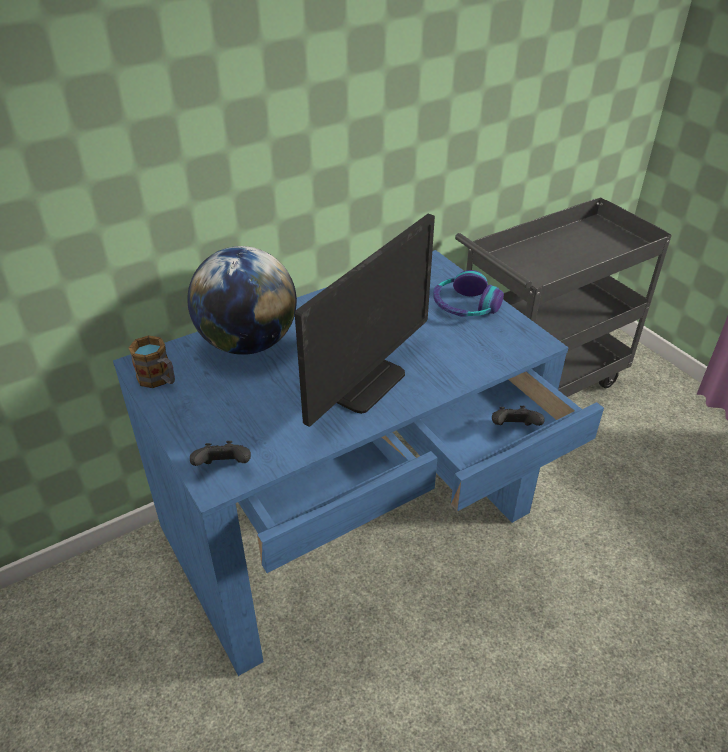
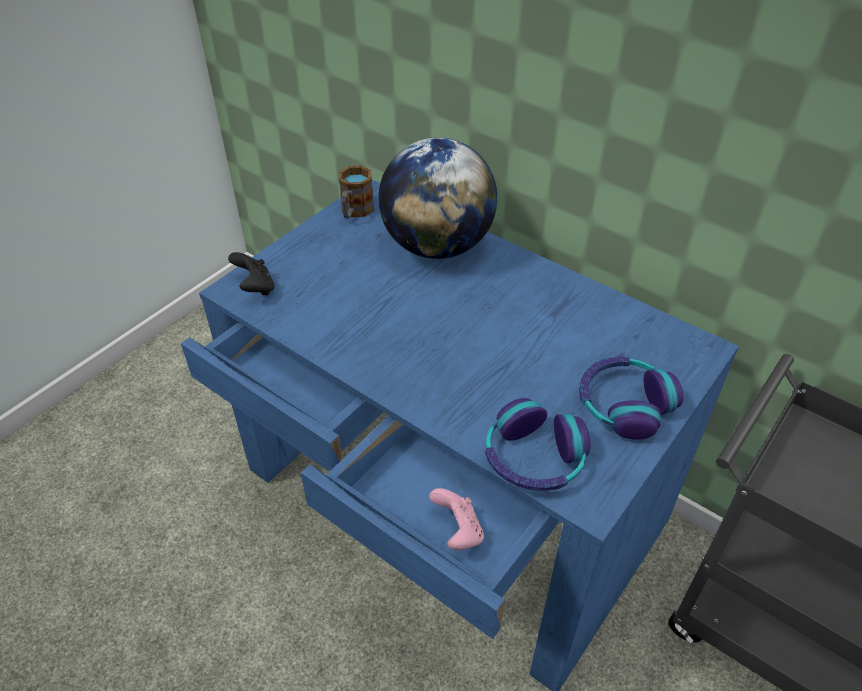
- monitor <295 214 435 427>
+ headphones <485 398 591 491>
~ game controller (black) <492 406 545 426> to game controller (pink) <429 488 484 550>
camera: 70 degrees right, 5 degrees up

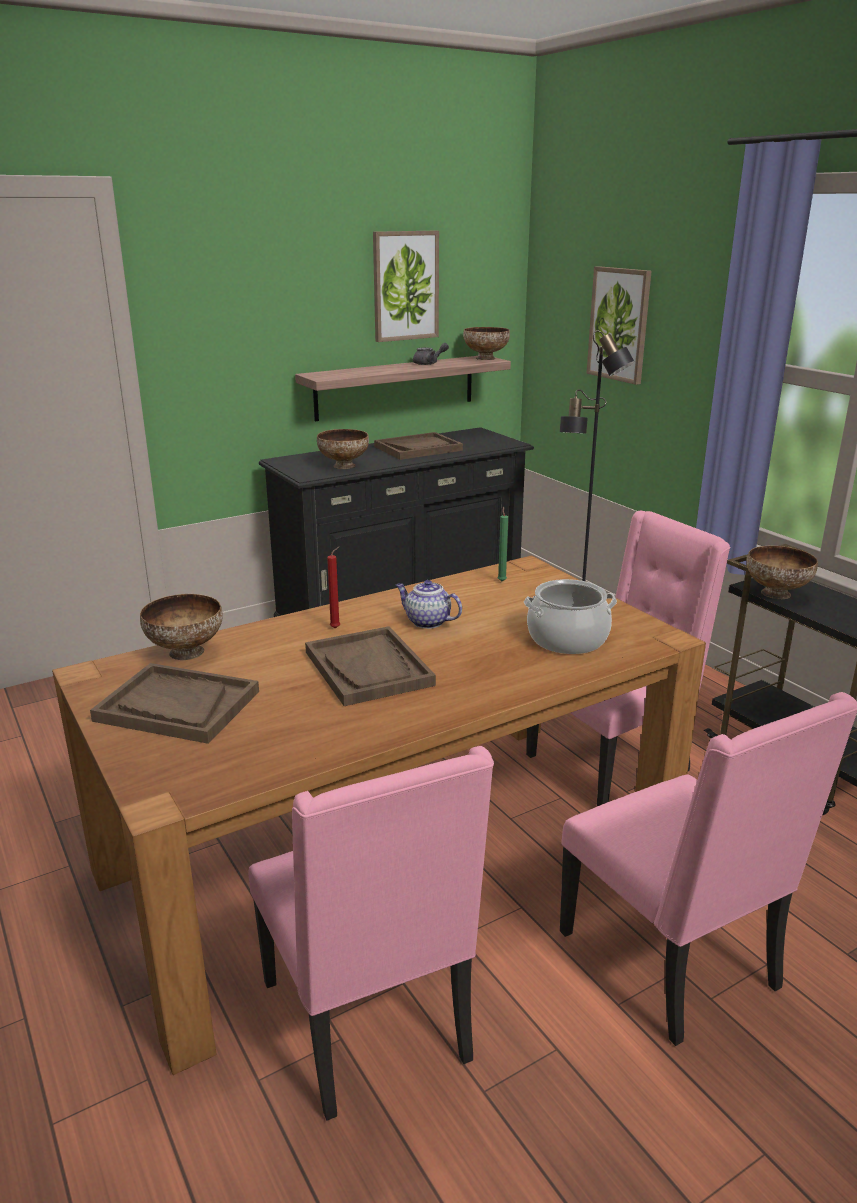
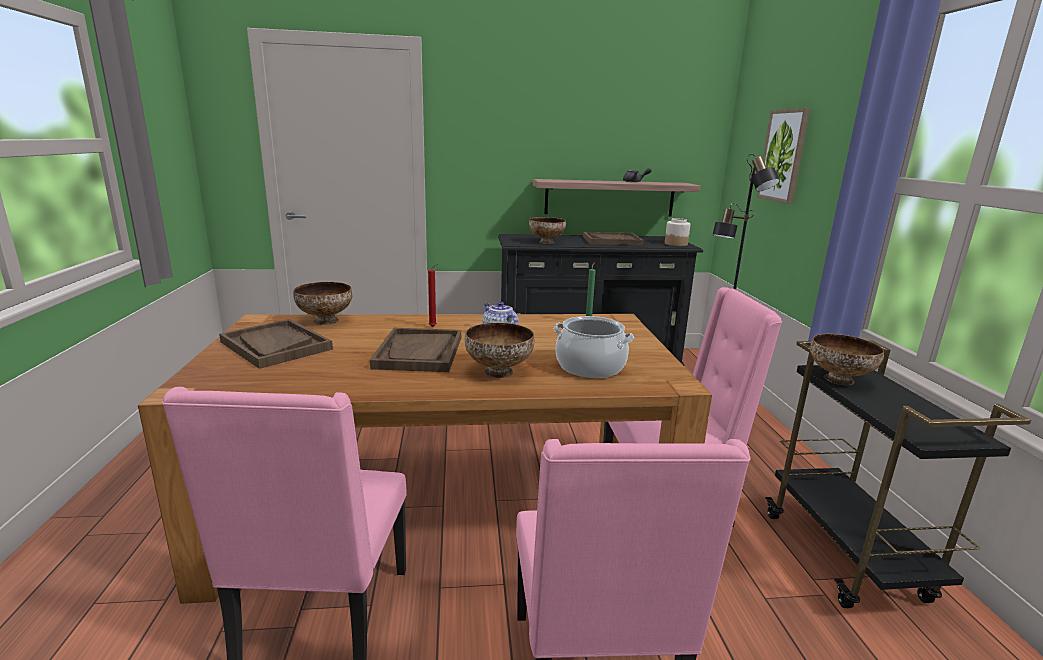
- picture <373 231 439 342>
+ jar <665 218 690 246>
~ bowl <463 327 510 360> to <465 323 535 378>
camera: 25 degrees right, 5 degrees down

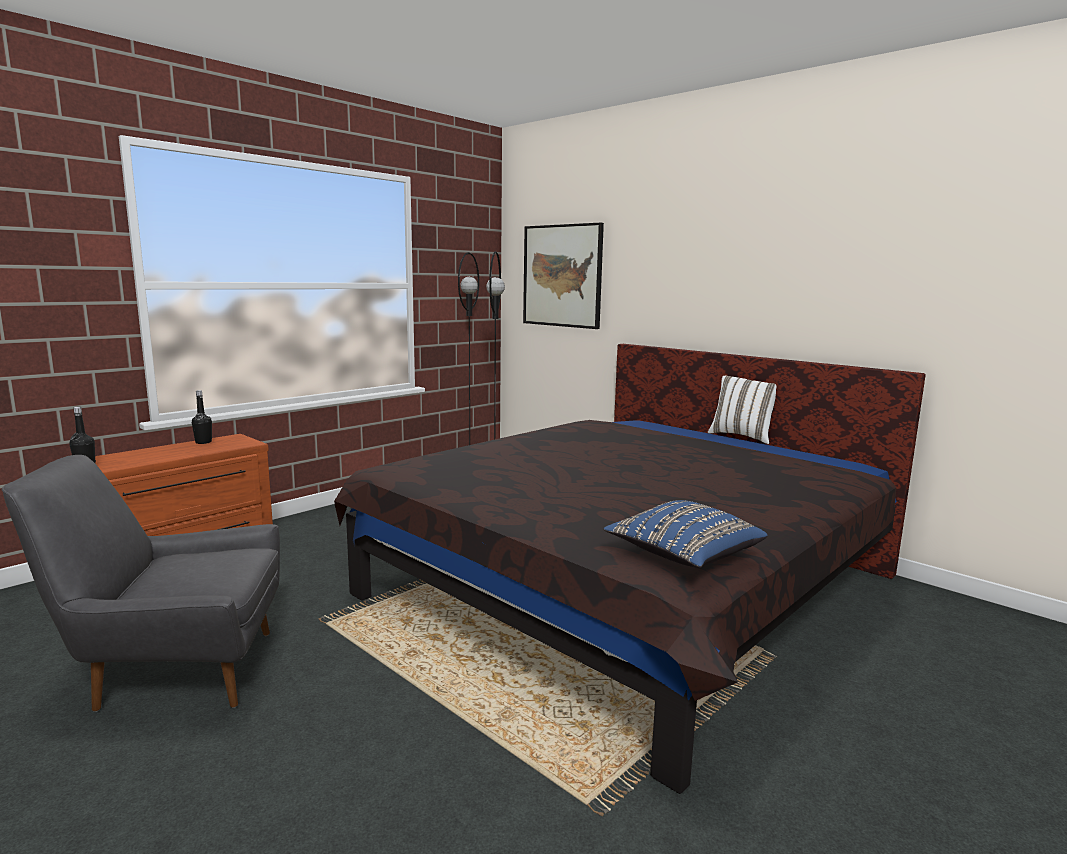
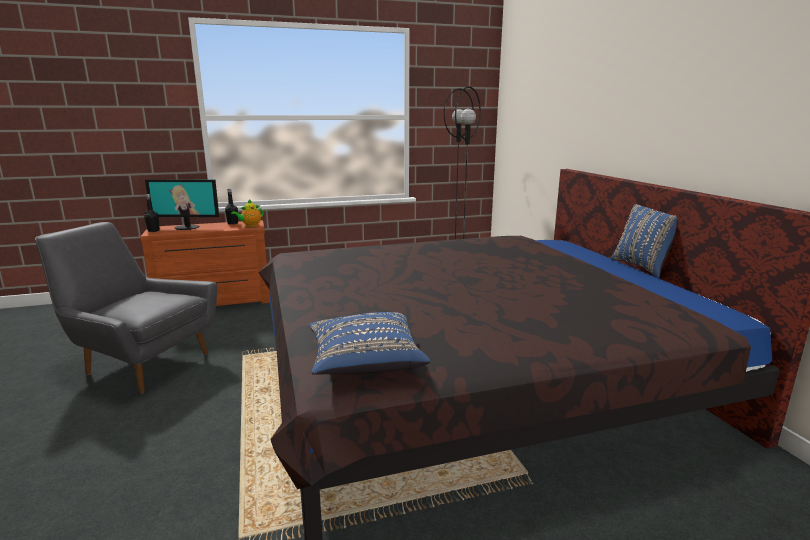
- picture <523 223 604 329>
+ monitor <145 179 219 230>
+ teapot <231 199 263 227>
~ pillow (white) <708 375 776 444> to pillow (blue) <611 204 677 278>
camera: 30 degrees right, 5 degrees up

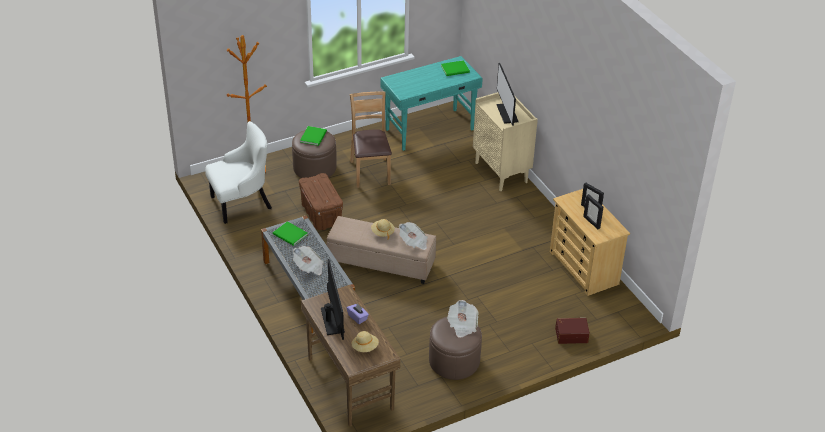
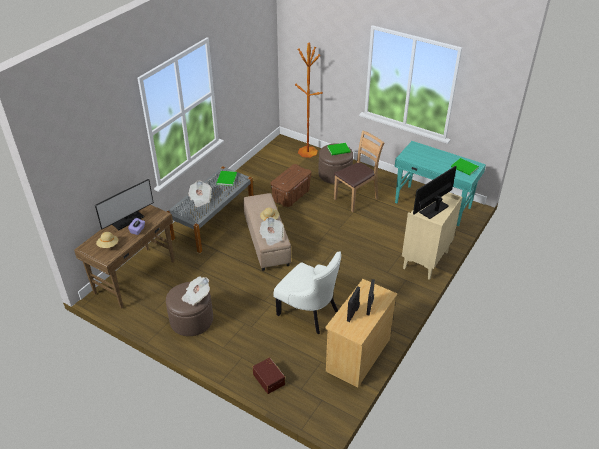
~ chair (white) <205 121 272 224> to <273 251 341 334>
camera: 60 degrees right, 0 degrees up

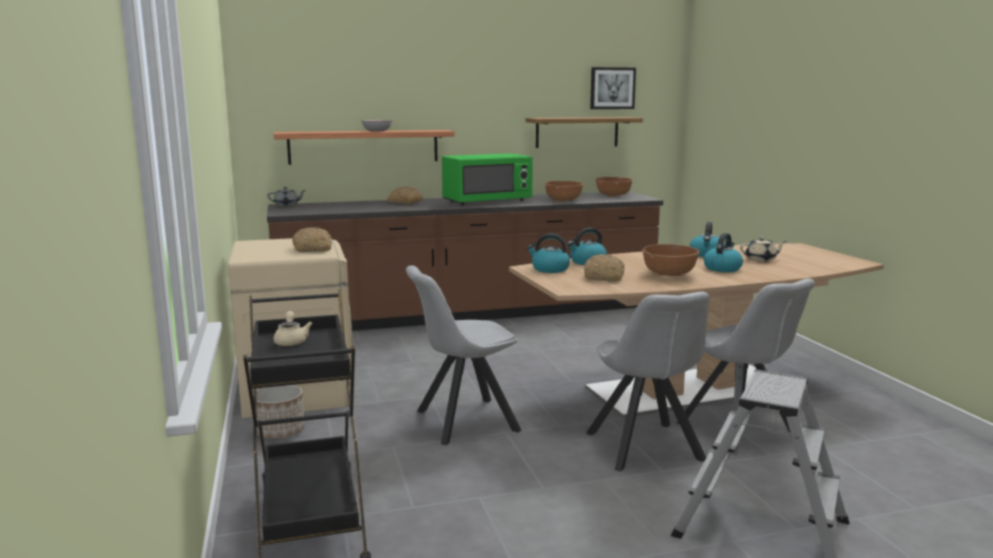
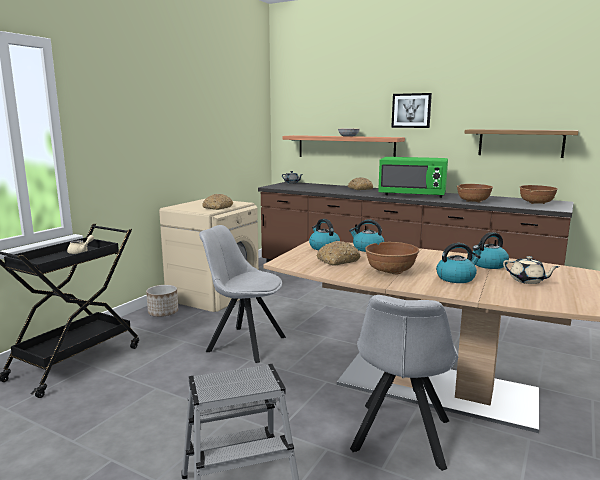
- chair (grey) <586 292 709 472>
~ picture <590 67 636 109> to <391 93 432 128>
camera: 45 degrees right, 0 degrees up

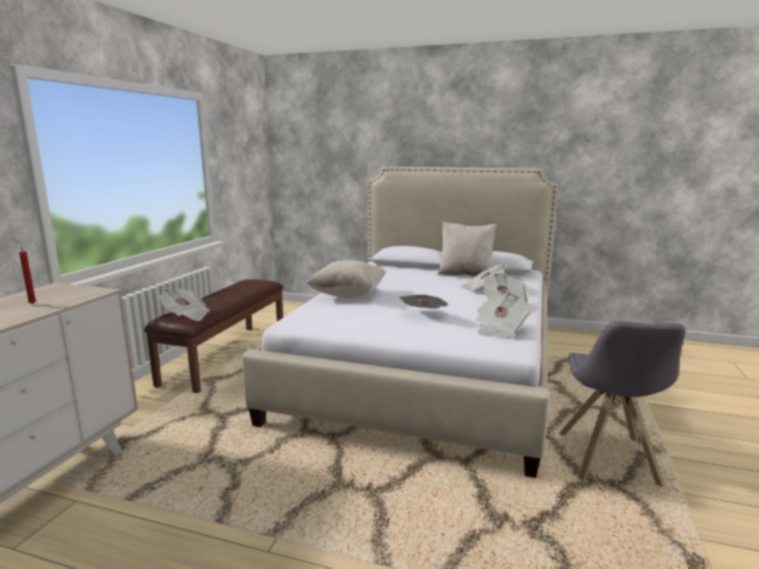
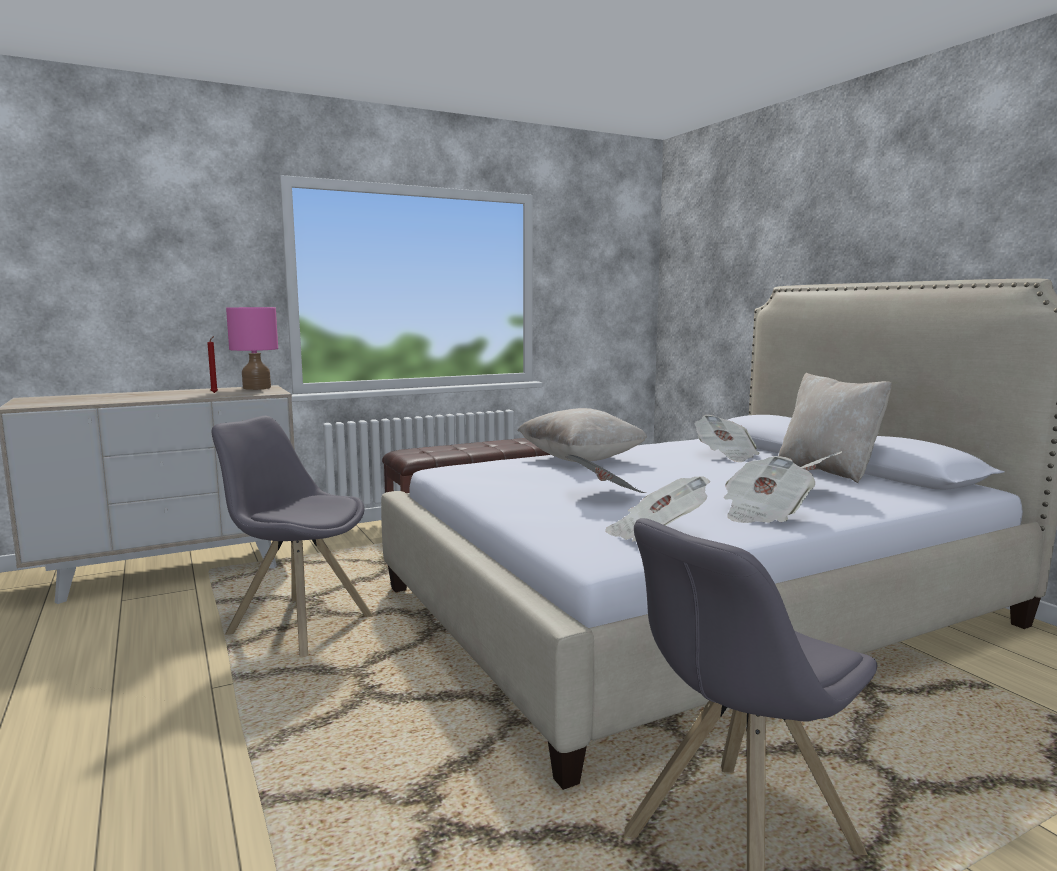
+ chair (grey) <212 416 373 657>
+ table lamp (pink) <226 307 278 390>
~ newspaper <159 288 210 321> to <695 415 760 462>
camera: 45 degrees right, 5 degrees down

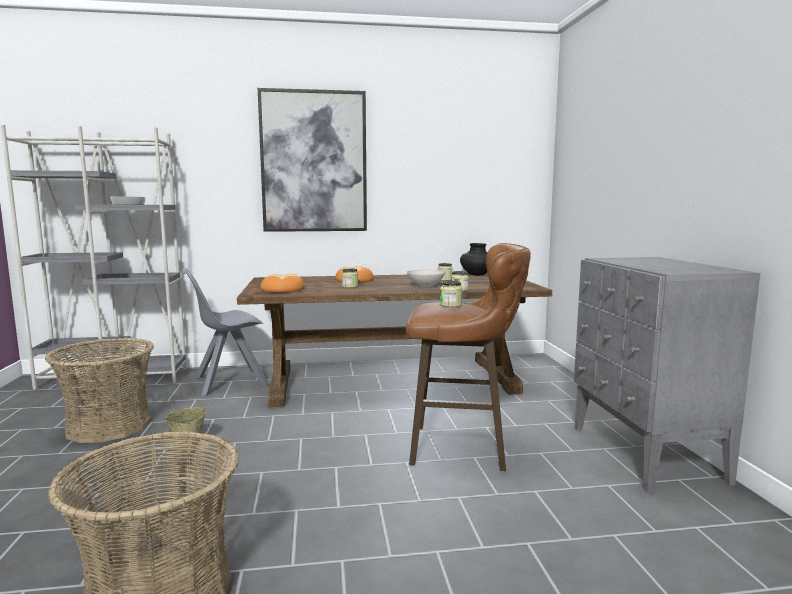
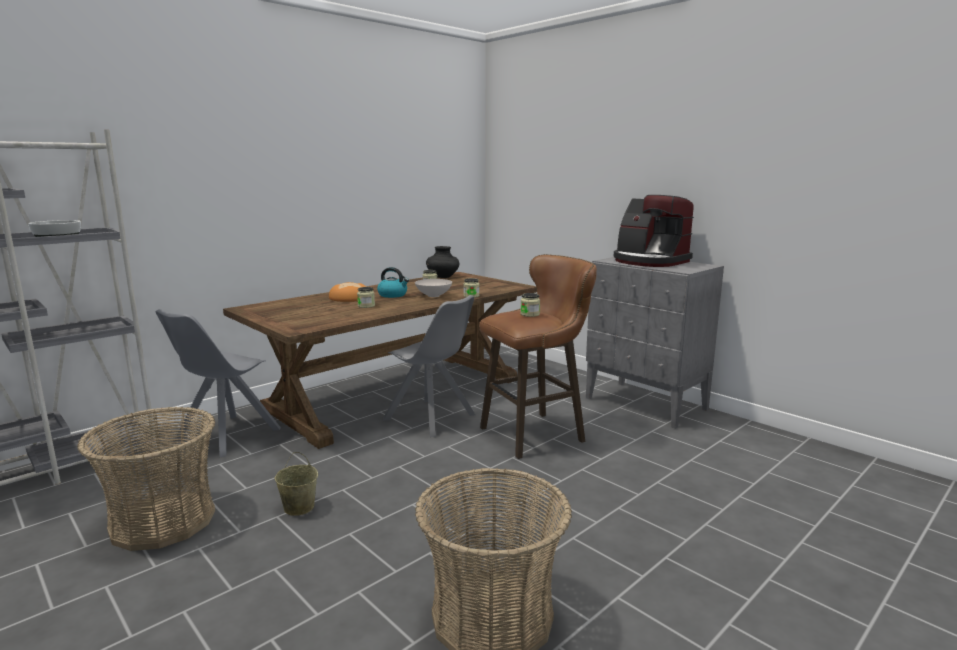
- picture <258 88 367 232>
- bread <260 274 305 292>
+ kettle <377 267 409 298>
+ chair (grey) <383 295 476 437>
+ coffee machine <614 195 694 267>
camera: 35 degrees left, 5 degrees up

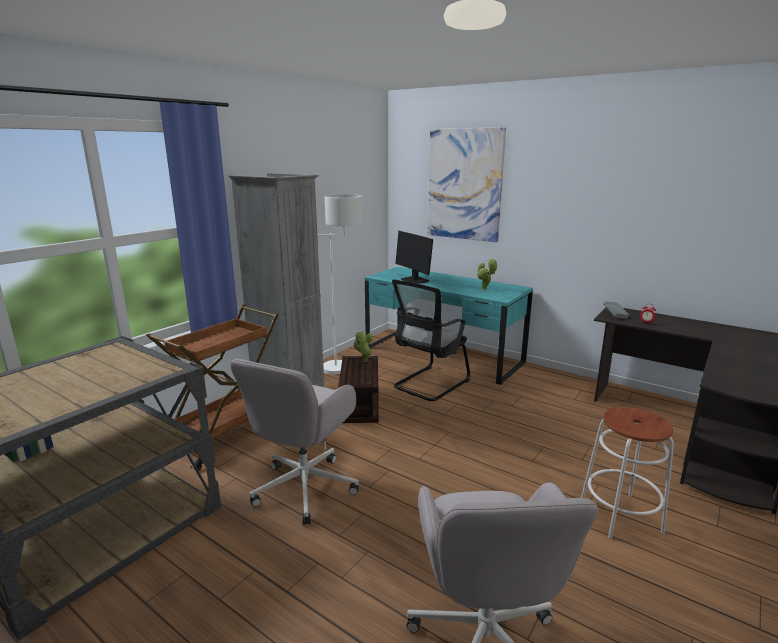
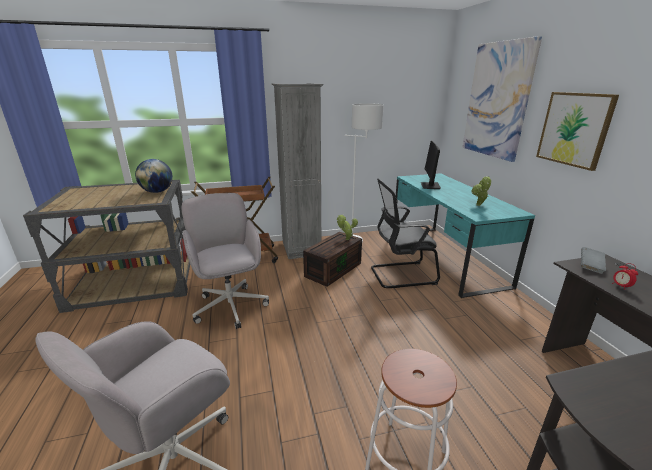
+ globe <135 159 173 193>
+ picture <536 92 619 171>
~ office chair (grey) <230 359 359 525> = <182 193 269 329> 90 degrees clockwise
camera: 40 degrees right, 5 degrees up

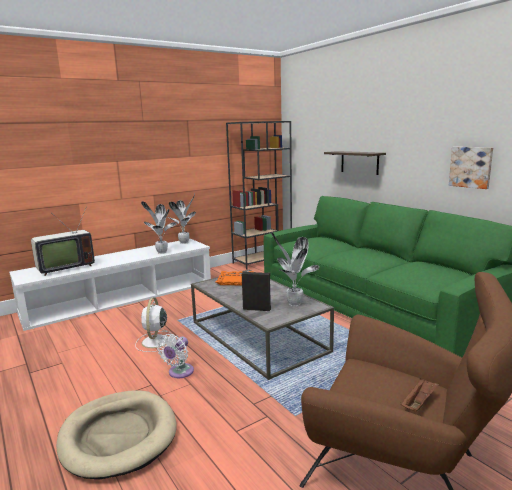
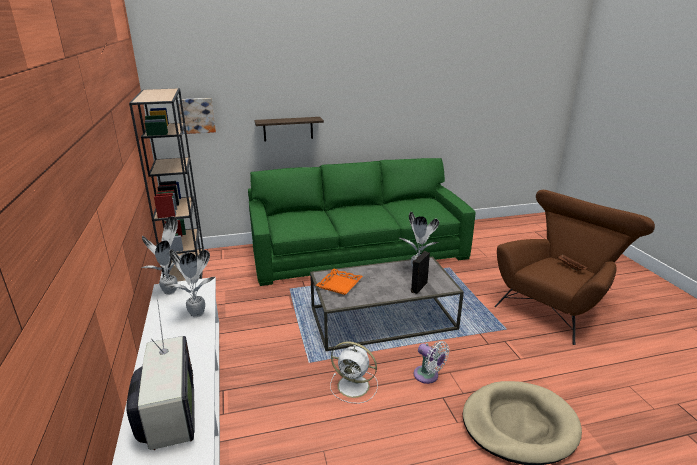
~ picture <449 147 493 189> to <178 98 216 134>
camera: 70 degrees left, 10 degrees up

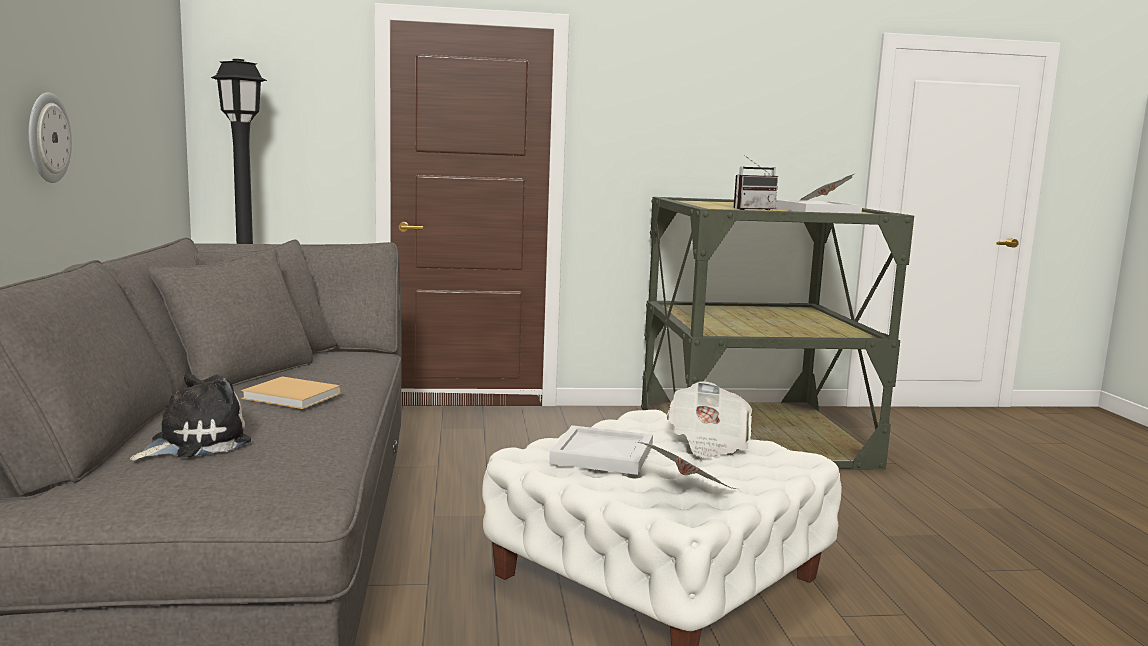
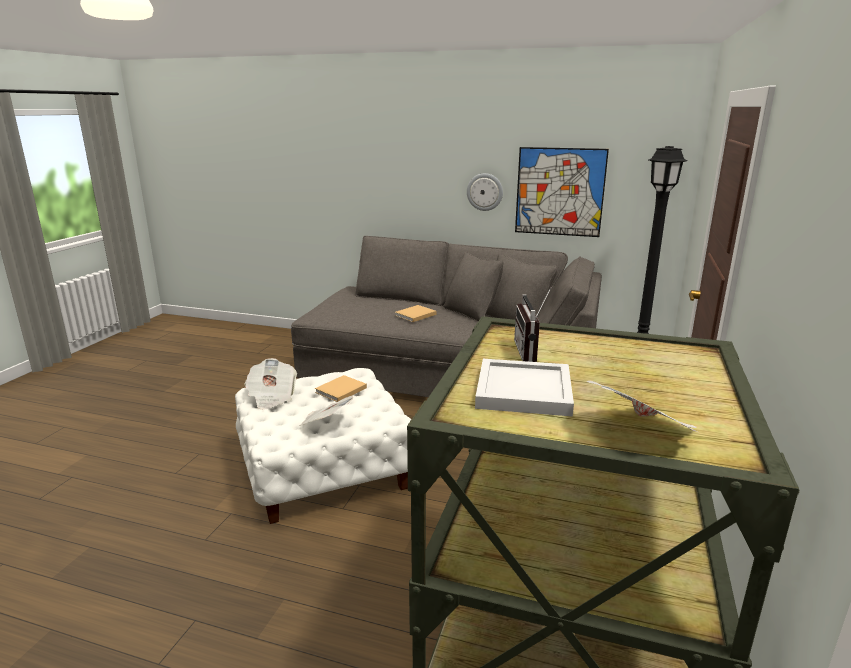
- plush toy <130 373 251 461>
+ picture <515 147 609 237>
~ tray (white) <549 425 653 475> to book (beige) <315 375 367 402>
camera: 115 degrees right, 10 degrees up

